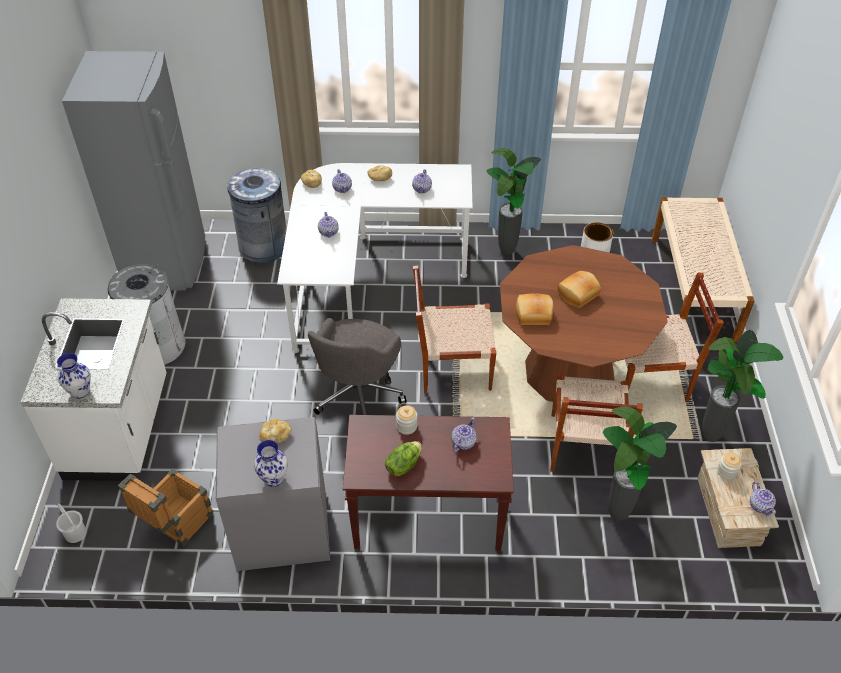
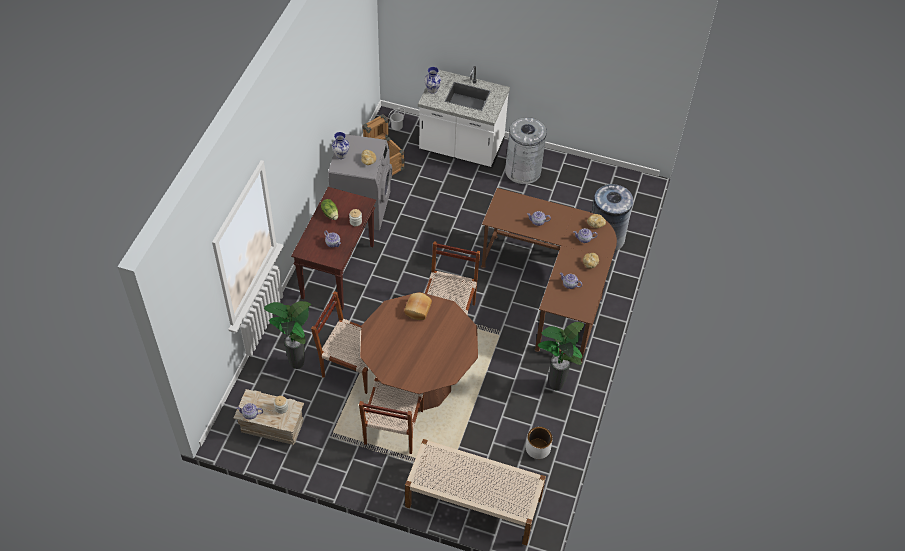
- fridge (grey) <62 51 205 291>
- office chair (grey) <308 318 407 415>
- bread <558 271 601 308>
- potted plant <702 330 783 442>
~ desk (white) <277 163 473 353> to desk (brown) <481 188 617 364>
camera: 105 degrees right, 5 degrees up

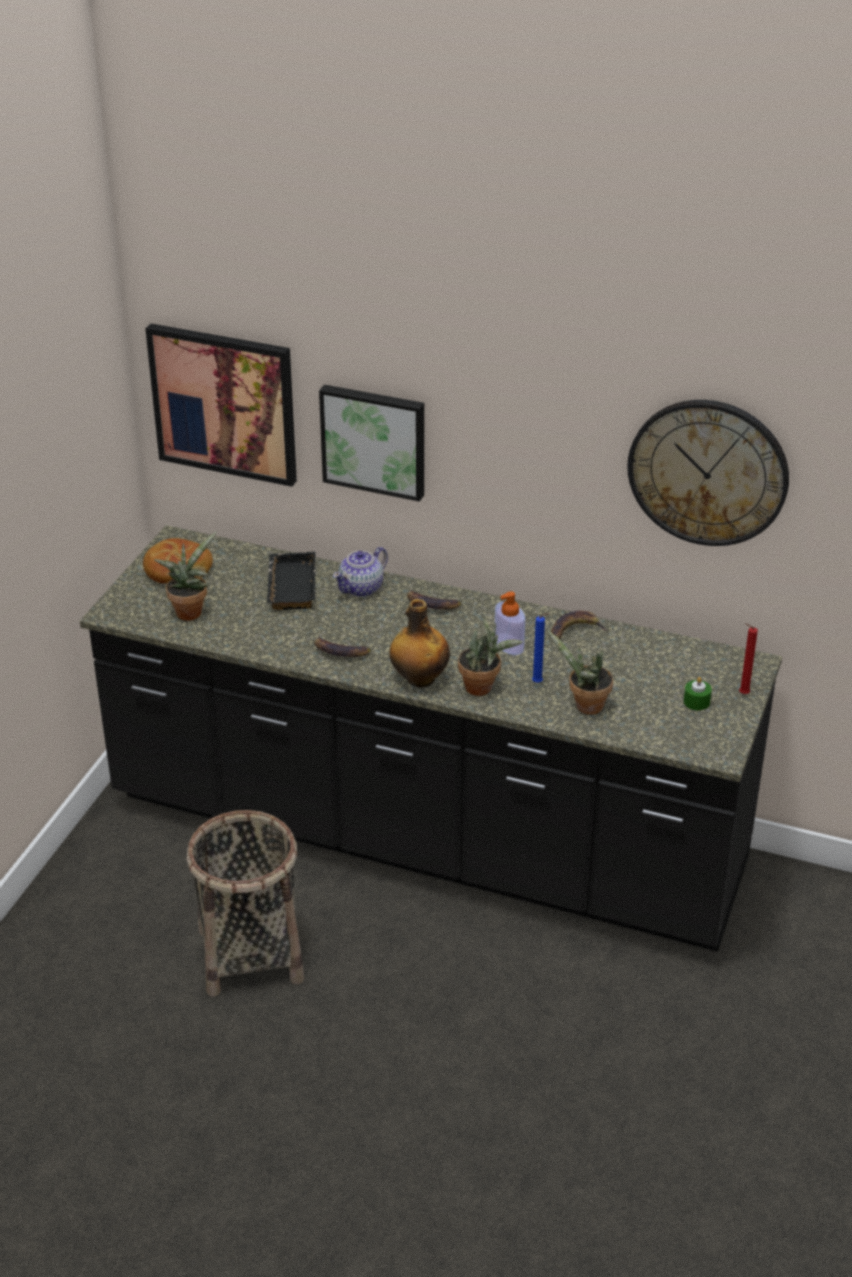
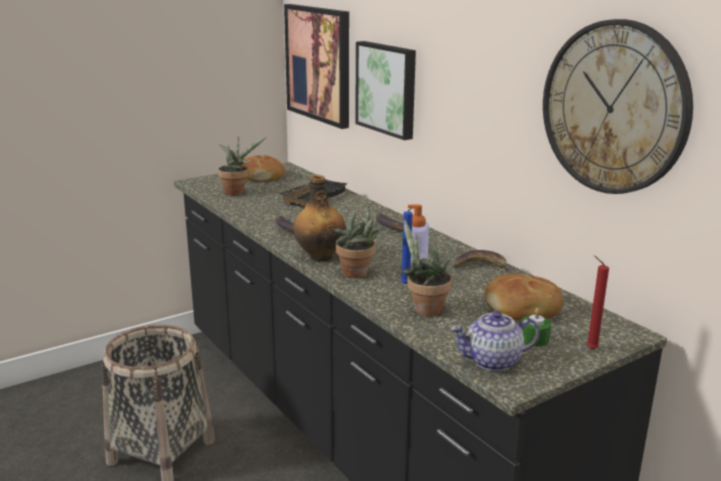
+ bread <485 274 563 320>
~ teapot <333 547 388 597> to <450 311 540 371>
camera: 35 degrees right, 15 degrees down

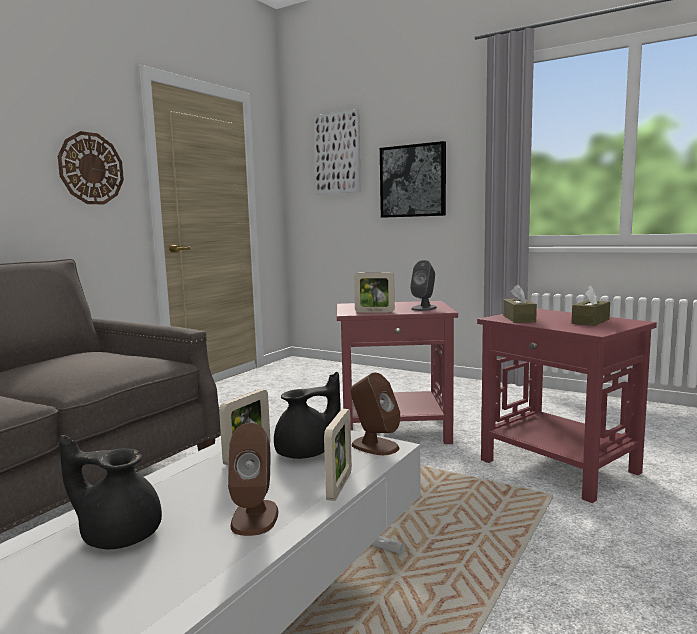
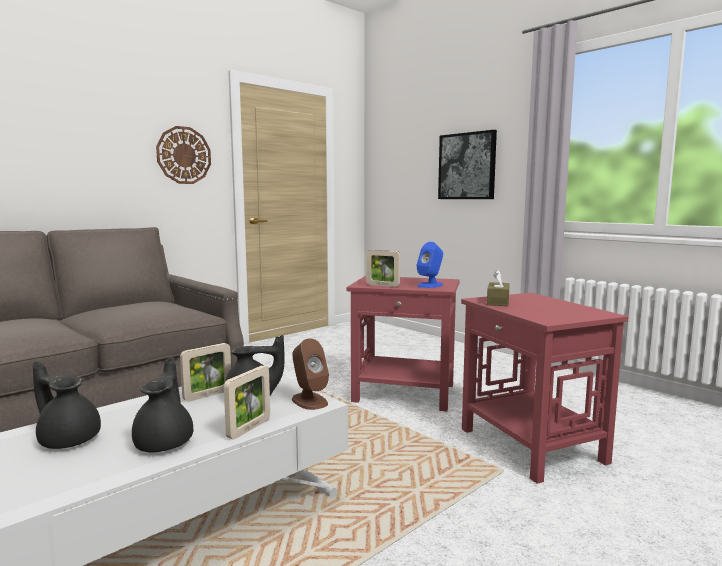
- picture <313 109 361 195>
- tissue box (brown) <572 285 610 326>
~ speaker (brown) <228 423 278 536> to teapot (black) <132 356 193 452>
~ speaker (grey) <410 260 437 311> to speaker (blue) <417 242 443 288>
camera: 15 degrees right, 0 degrees up

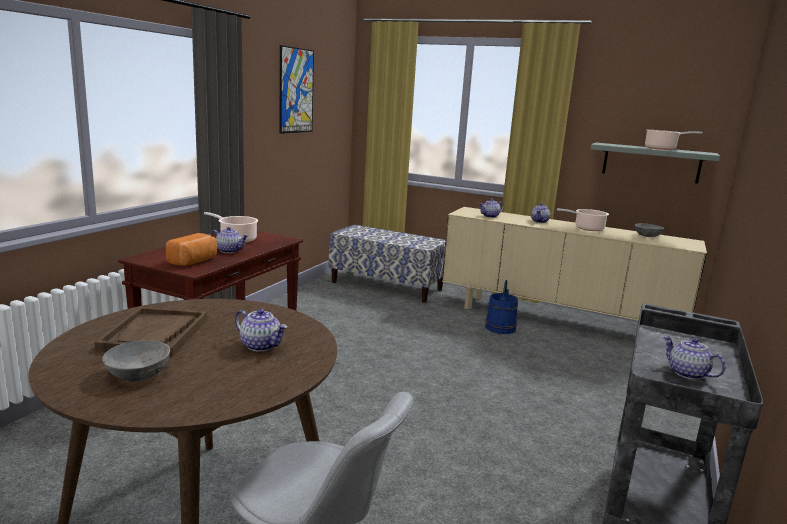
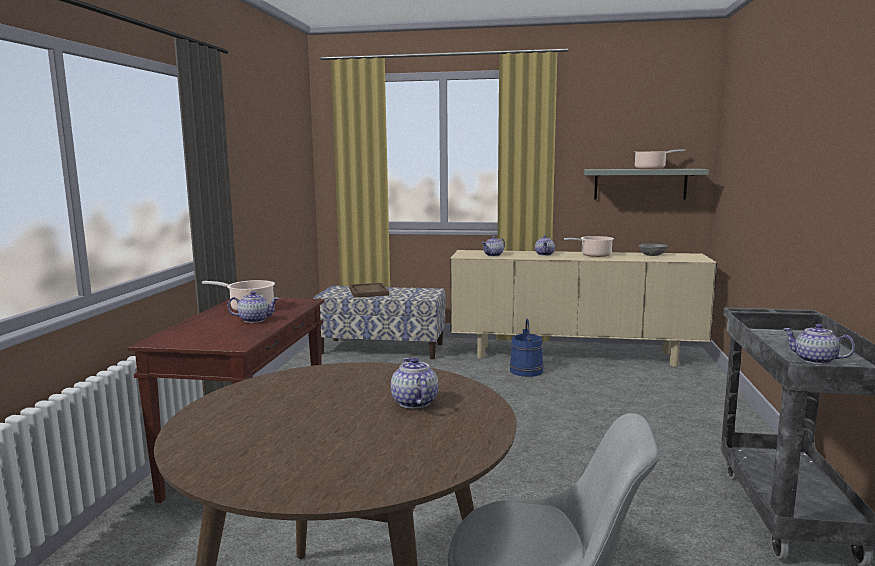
- bowl (grey) <102 340 170 381>
- bread <166 233 217 266>
- picture <279 45 314 134>
~ tray (brown) <94 307 207 357> to <349 283 389 298>
~ teapot <235 309 287 351> = <391 357 438 409> 120 degrees counterclockwise
camera: 15 degrees left, 5 degrees down

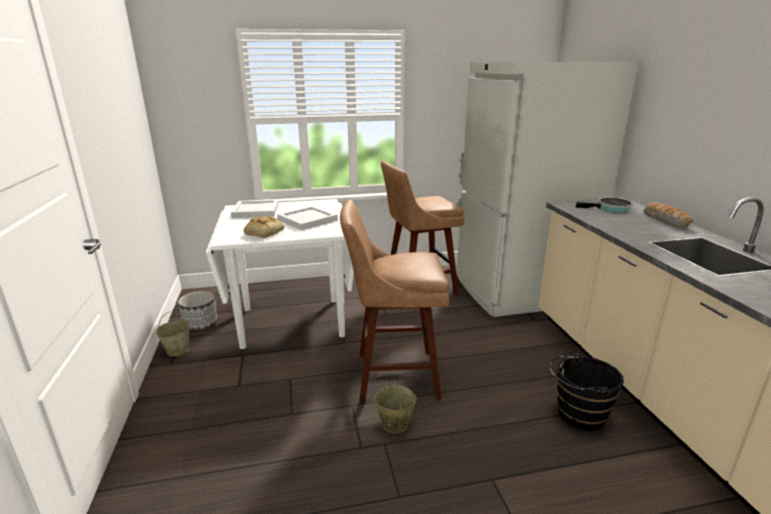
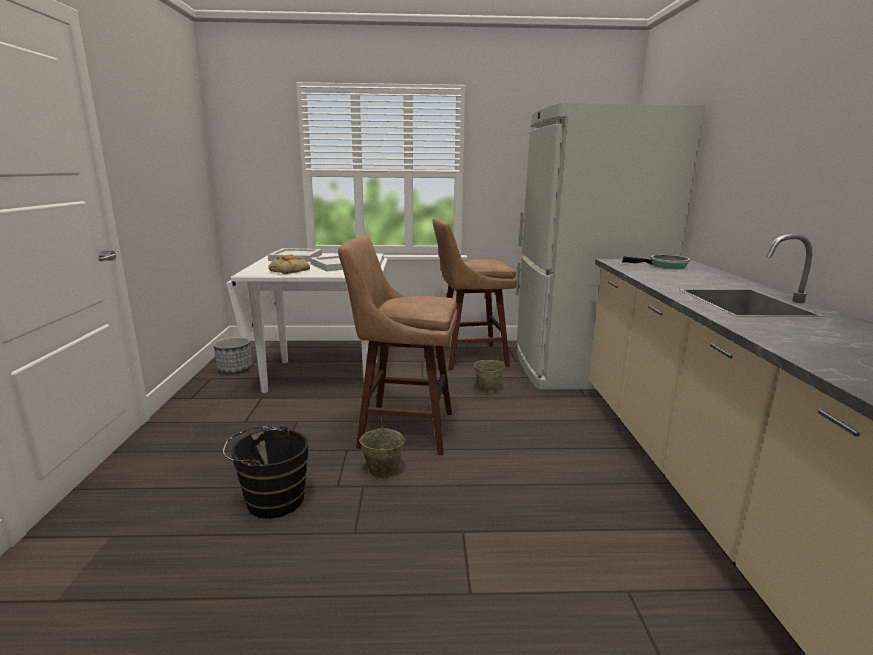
- bread <644 203 693 228>
~ bucket (beige) <156 312 190 357> to <474 348 505 394>
~ bucket (black) <550 353 624 431> to <223 425 309 519>
camera: 10 degrees right, 5 degrees down

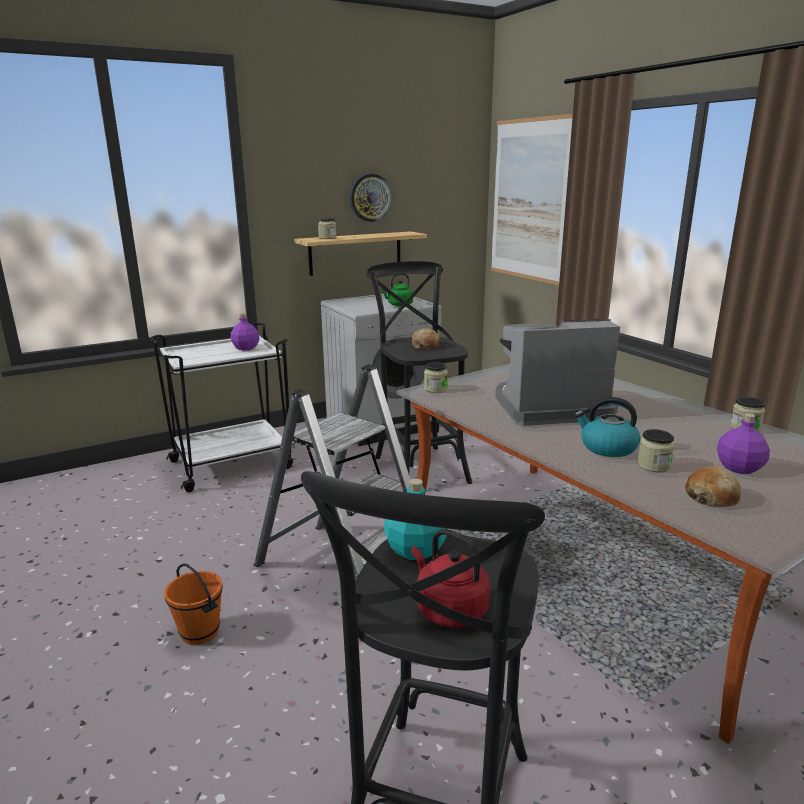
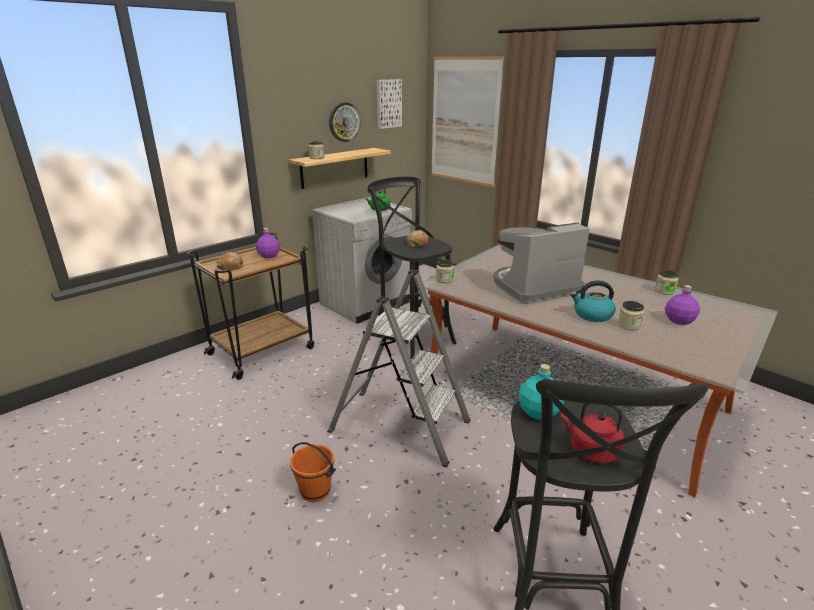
+ picture <377 79 402 129>
~ bread <685 466 741 507> to <216 252 243 271>
~ cart (white) <151 323 293 492> to cart (brown) <187 233 314 380>
camera: 15 degrees left, 5 degrees up

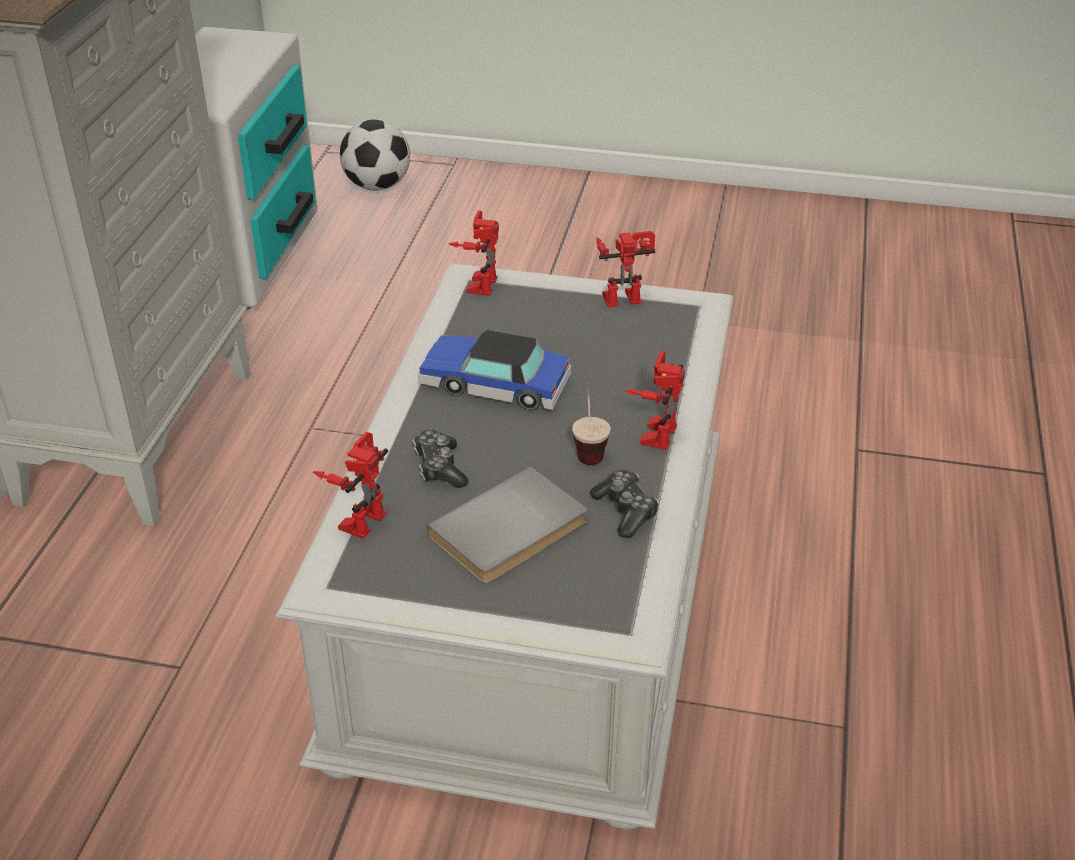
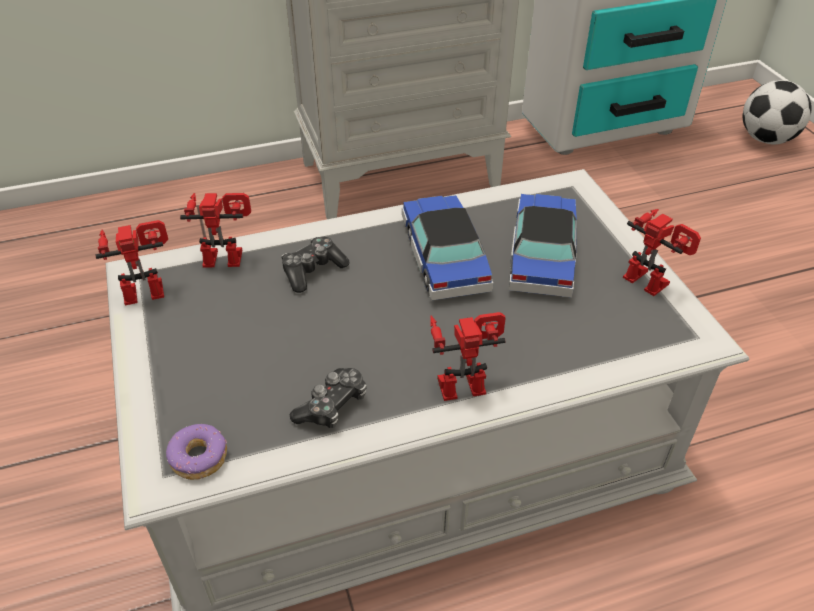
- book (grey) <427 466 587 584>
- cup <572 377 611 465>
+ donut <166 424 227 480>
+ toy car <509 194 577 298>
~ toy robot <448 210 499 296> to <95 220 168 306>
camera: 60 degrees right, 5 degrees up

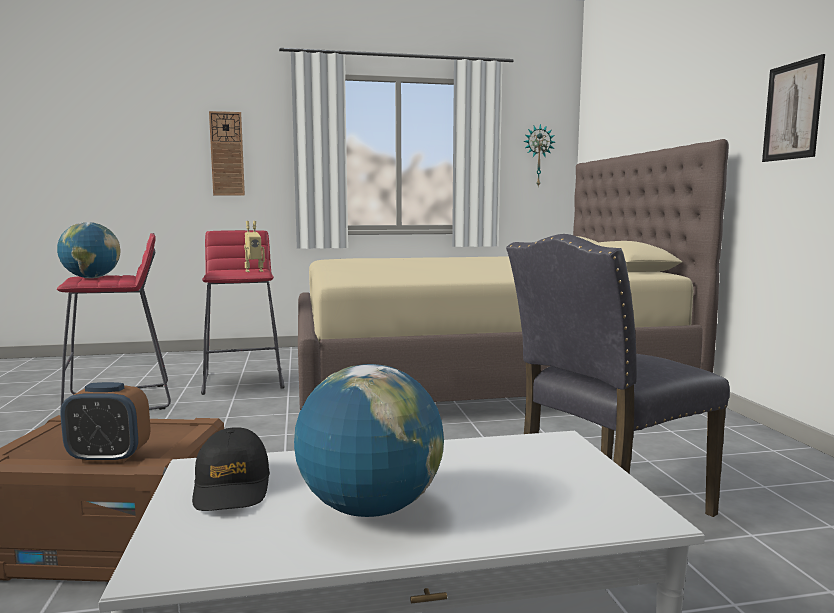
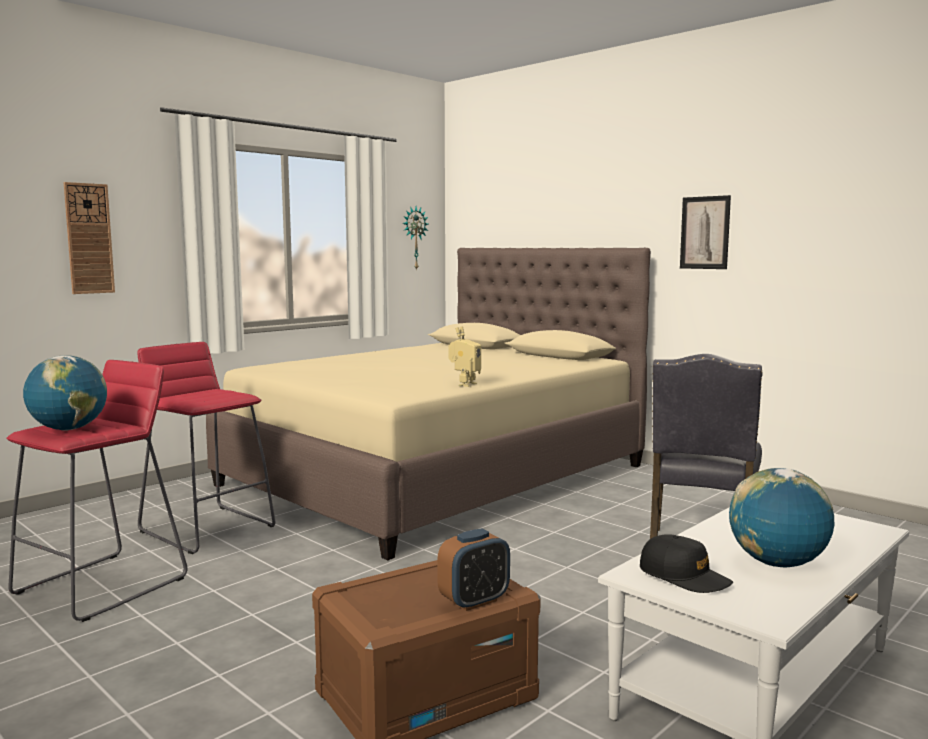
~ toy robot <244 221 265 272> to <449 326 481 387>
camera: 35 degrees left, 0 degrees up

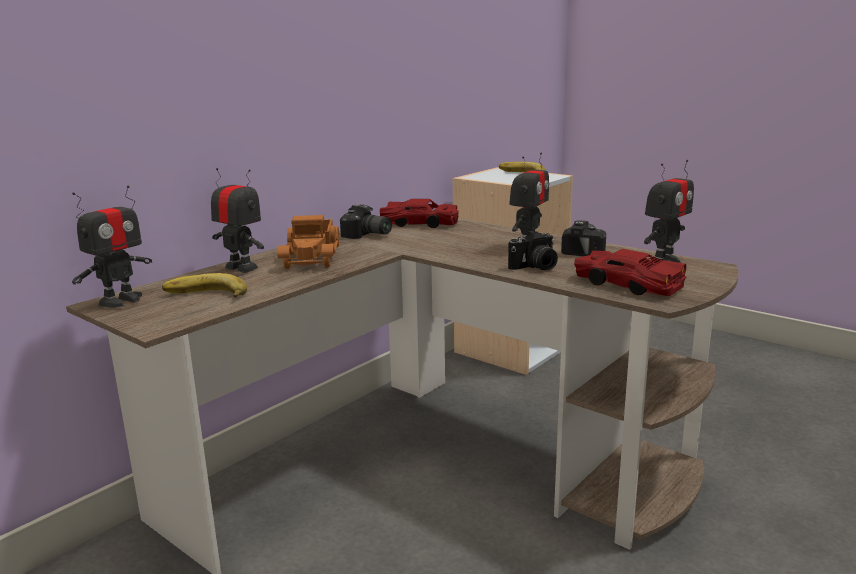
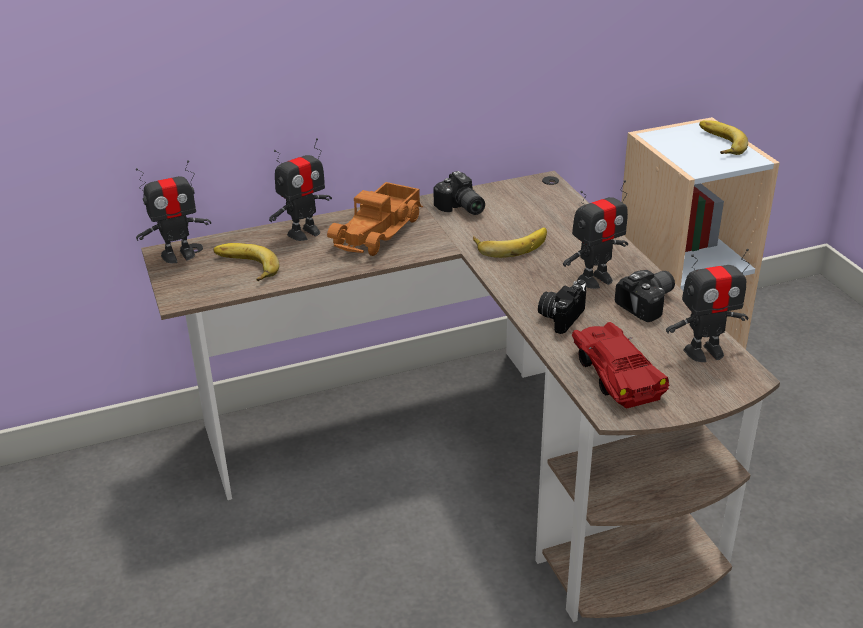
- toy car (red) <380 199 459 228>
+ banana <473 227 547 258>
~ toy robot <211 168 264 273> = <269 138 332 241> 75 degrees clockwise
~ photo camera <508 231 558 270> = <538 280 587 334> 120 degrees clockwise
camera: 30 degrees right, 15 degrees up

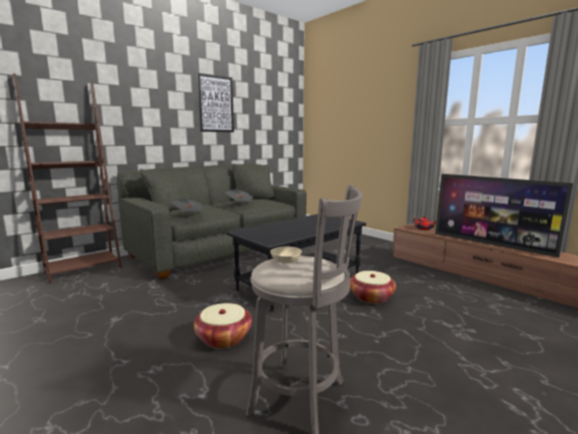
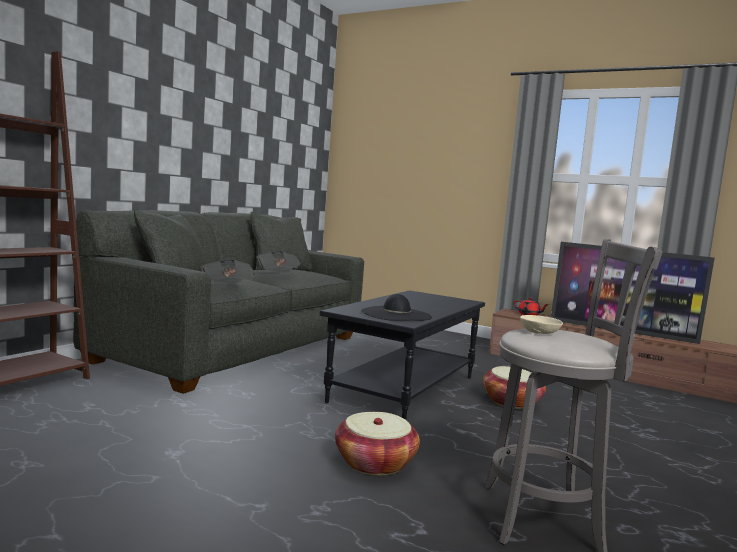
- picture <197 73 234 132>
+ hat (black) <361 294 432 321>
camera: 20 degrees left, 5 degrees down

